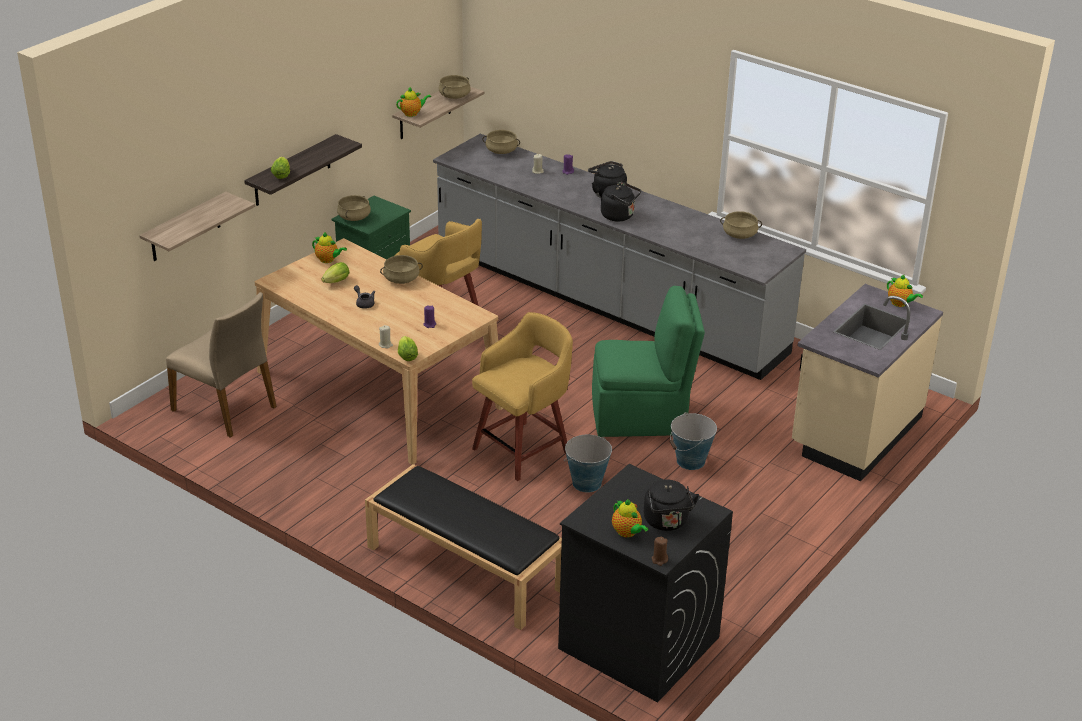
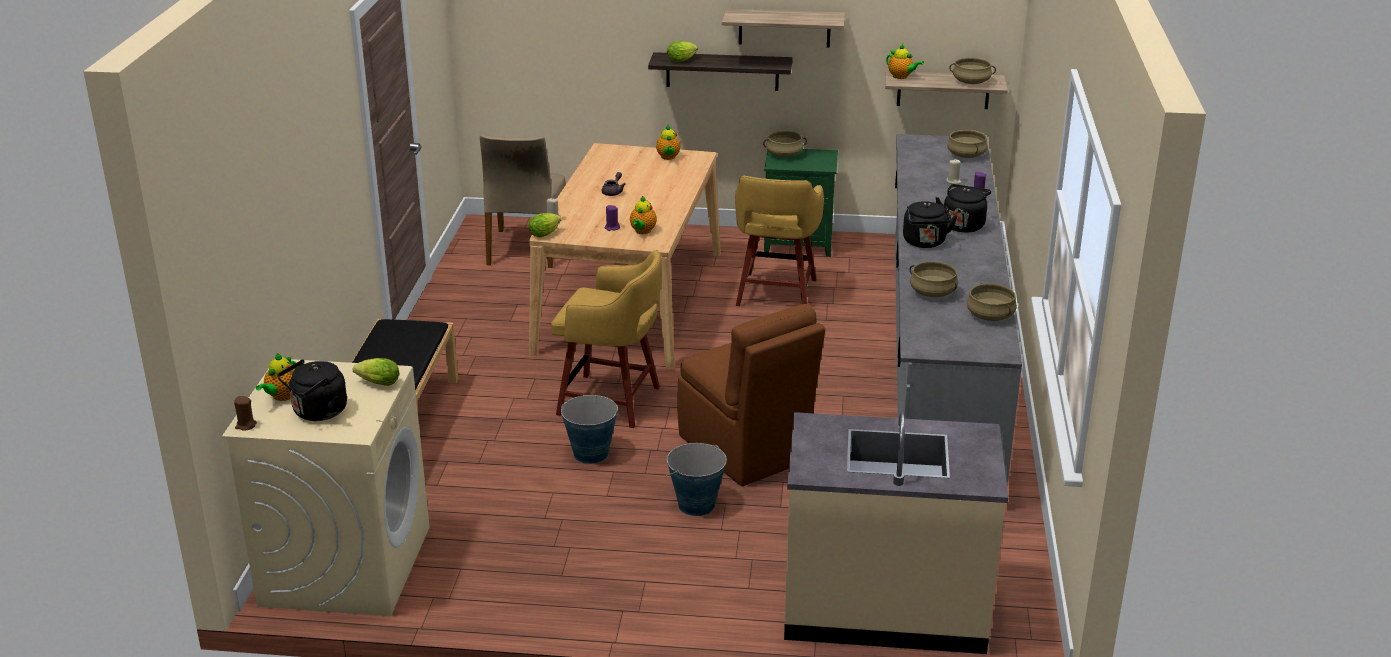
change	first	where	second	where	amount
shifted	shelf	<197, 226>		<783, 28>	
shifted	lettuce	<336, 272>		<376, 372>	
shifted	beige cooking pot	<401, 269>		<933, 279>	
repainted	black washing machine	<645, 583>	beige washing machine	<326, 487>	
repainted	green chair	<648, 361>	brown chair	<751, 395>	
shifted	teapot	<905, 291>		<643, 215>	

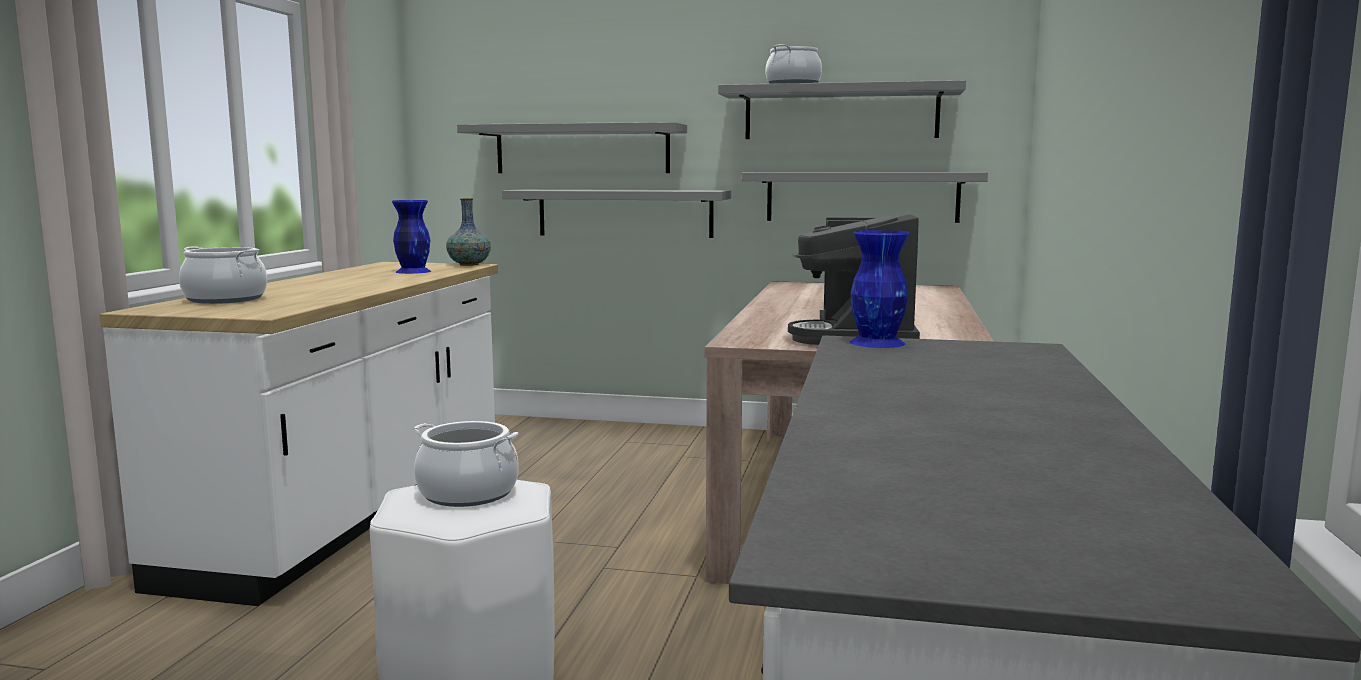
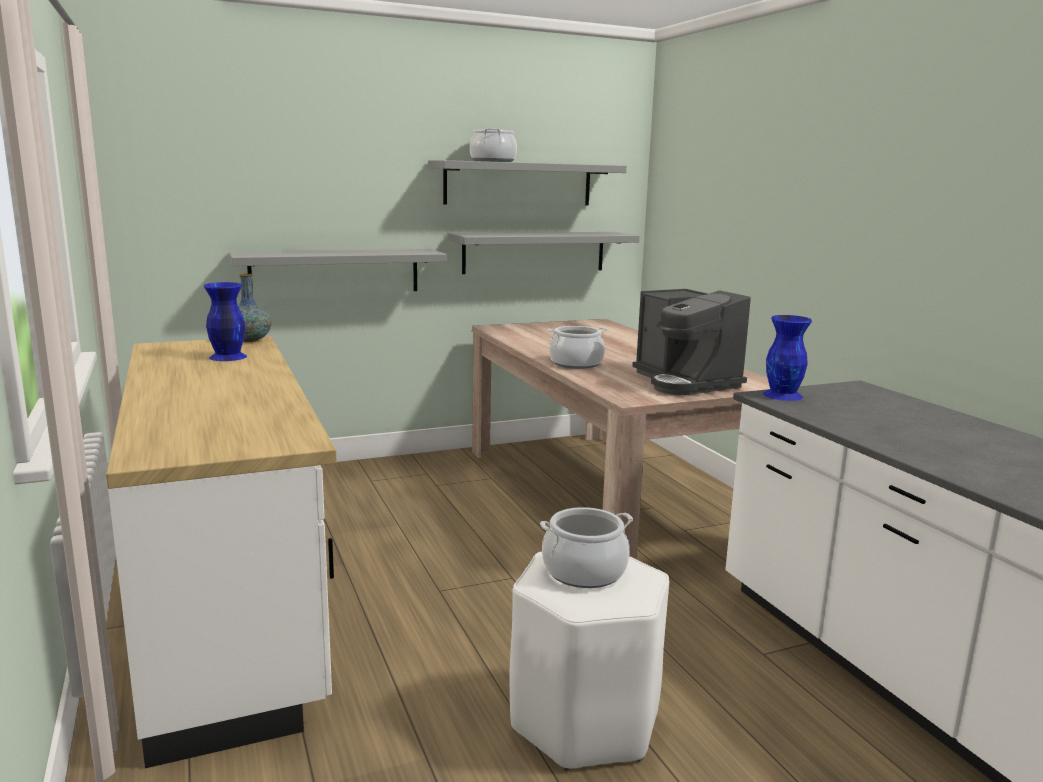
change	first	where	second	where	amount
shifted	cooking pot	<223, 275>		<577, 347>	
gone	grey shelf	<572, 147>			

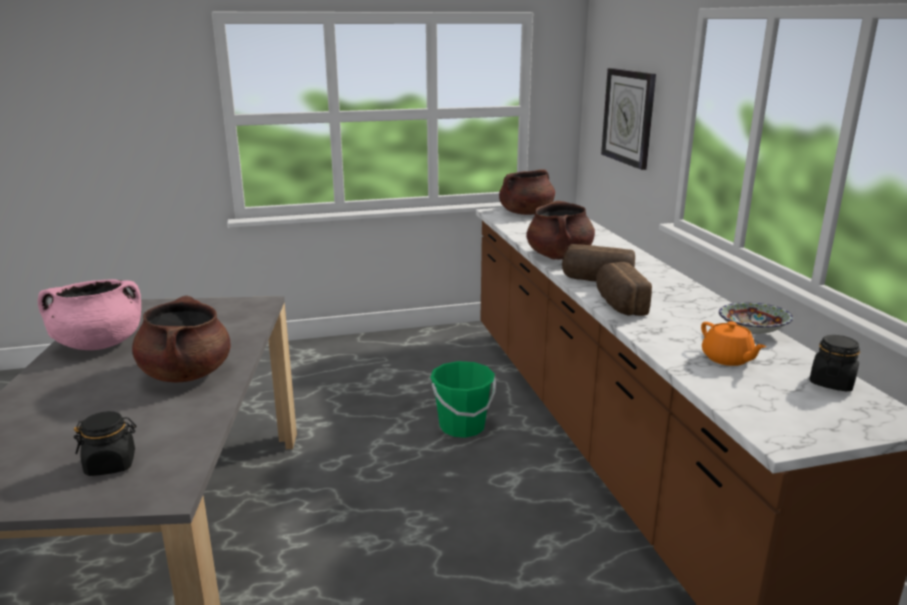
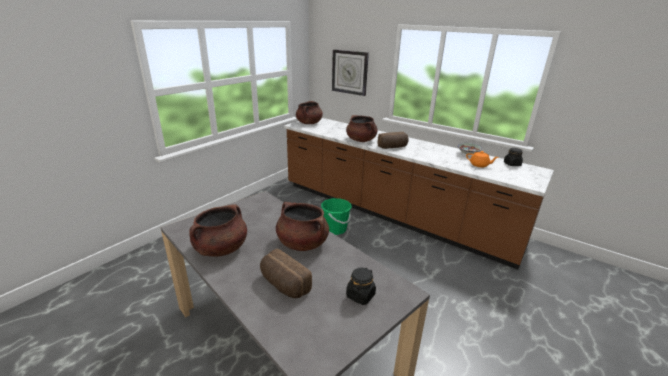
change	first	where	second	where	amount
repainted	pink cooking pot	<89, 314>	brown cooking pot	<218, 230>	
shifted	bread	<624, 289>		<286, 273>	

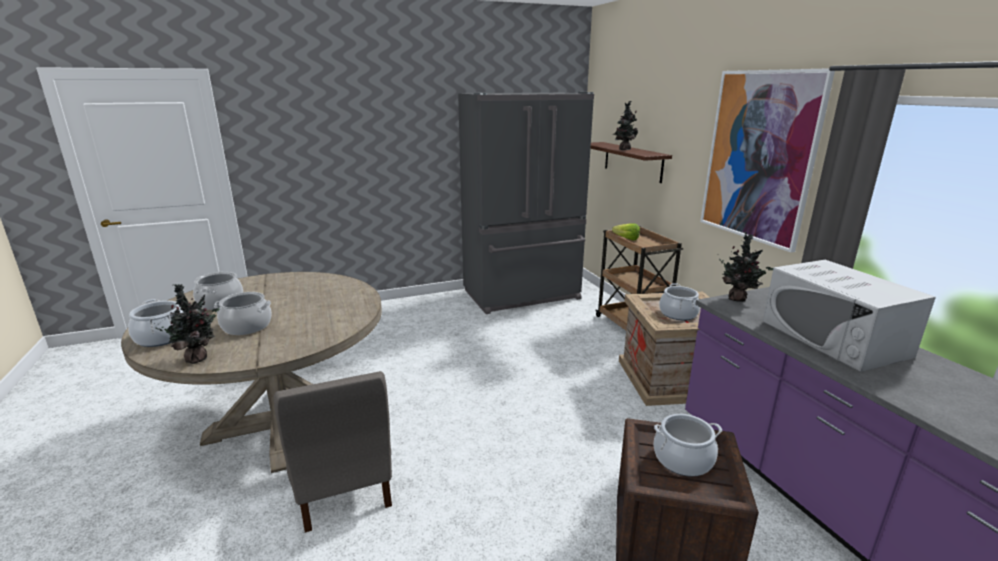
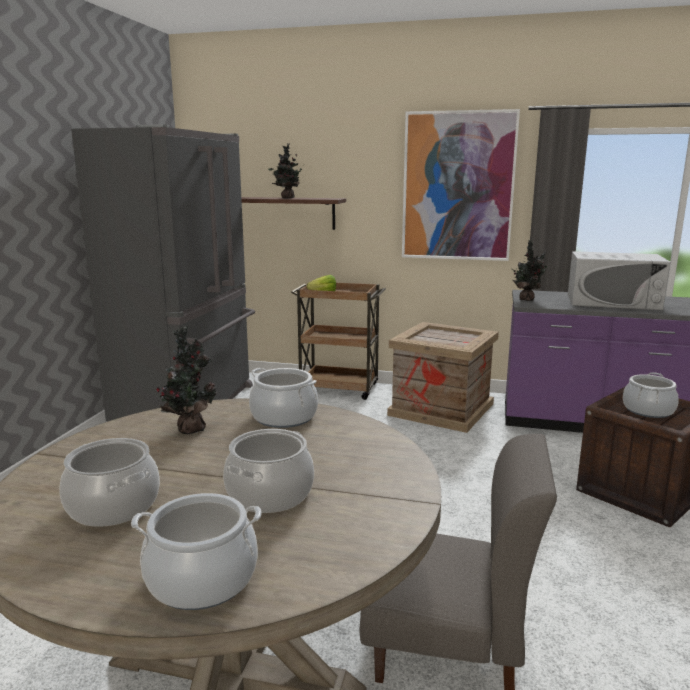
change	first	where	second	where	amount
shifted	potted plant	<187, 324>		<186, 380>	
shifted	cooking pot	<679, 301>		<283, 398>	

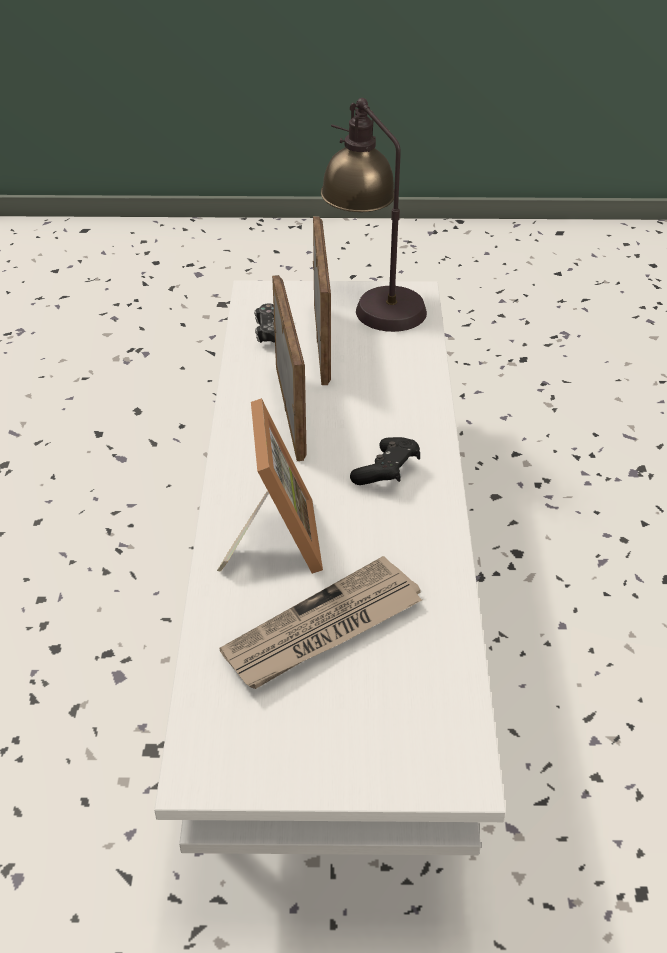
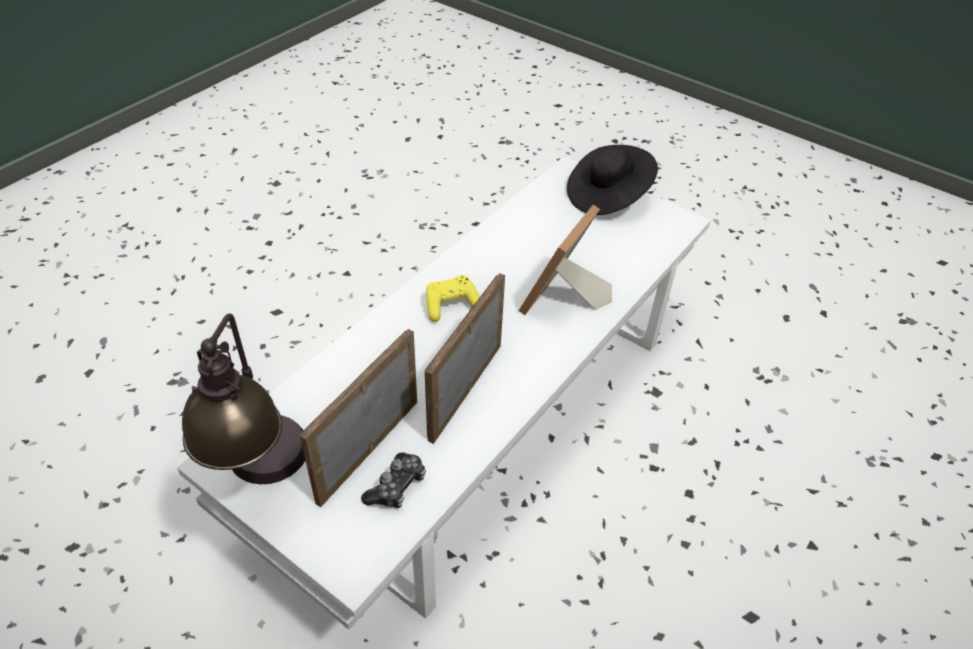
change	first	where	second	where	amount
gone	newspaper	<320, 622>			
repainted	black game controller	<385, 461>	yellow game controller	<453, 298>	
new			black hat	<612, 180>	

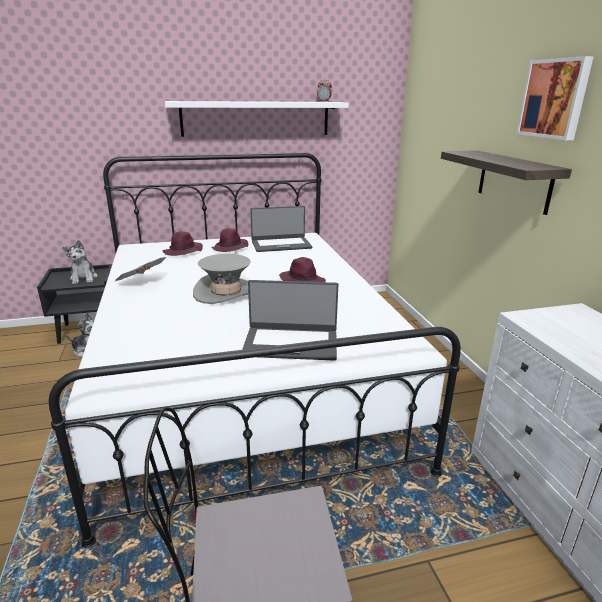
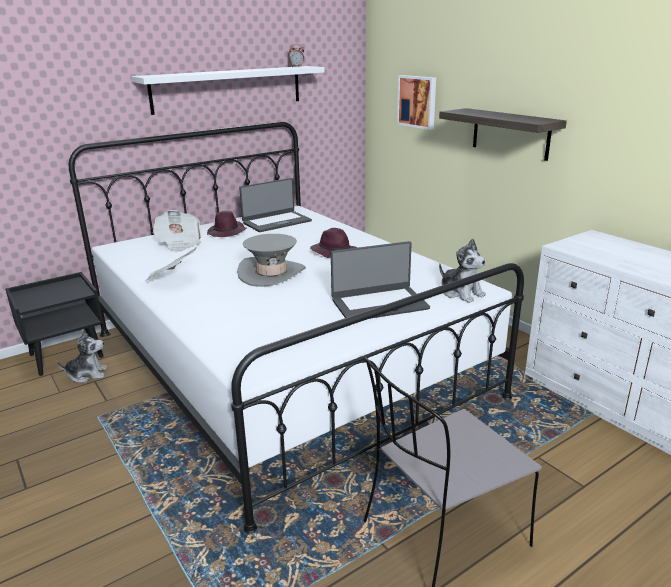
change	first	where	second	where	amount
shifted	plush toy	<80, 262>		<462, 270>	
swapped	purple hat	<182, 243>	newspaper	<177, 231>	
shifted	picture	<555, 98>		<416, 102>	

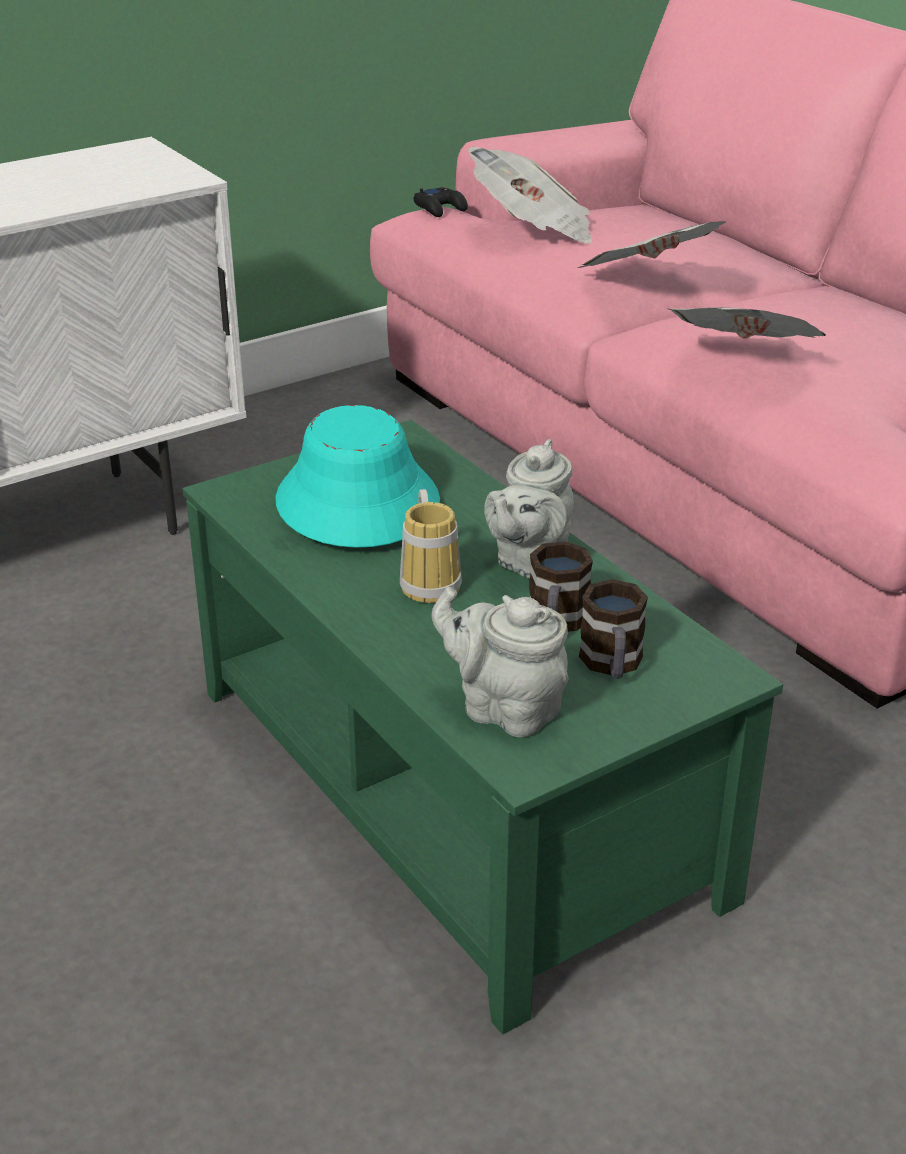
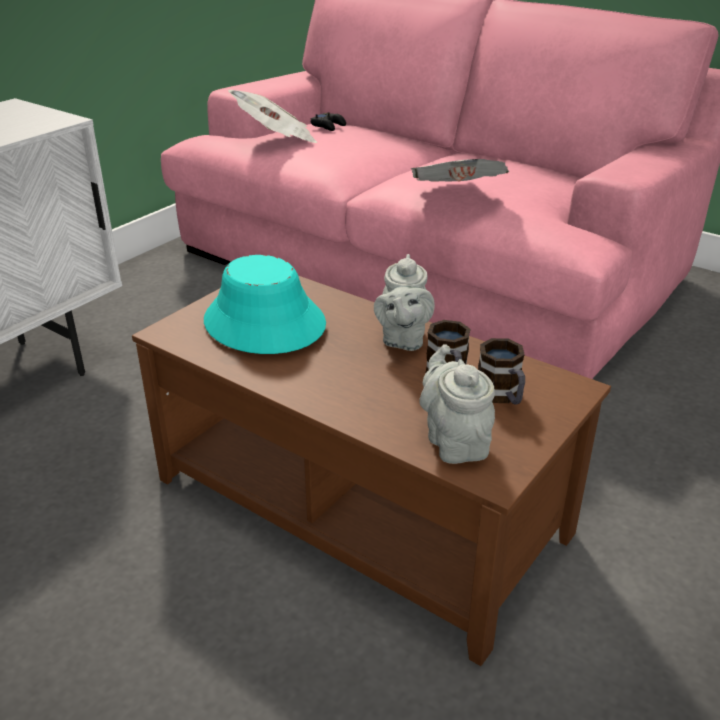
change	first	where	second	where	amount
repainted	green coffee table	<482, 727>	brown coffee table	<371, 470>	
gone	mug	<431, 546>			
shifted	black game controller	<441, 202>		<328, 121>	
rotated	grey teapot	<500, 662>		<457, 404>	60 degrees clockwise
gone	newspaper	<651, 244>			

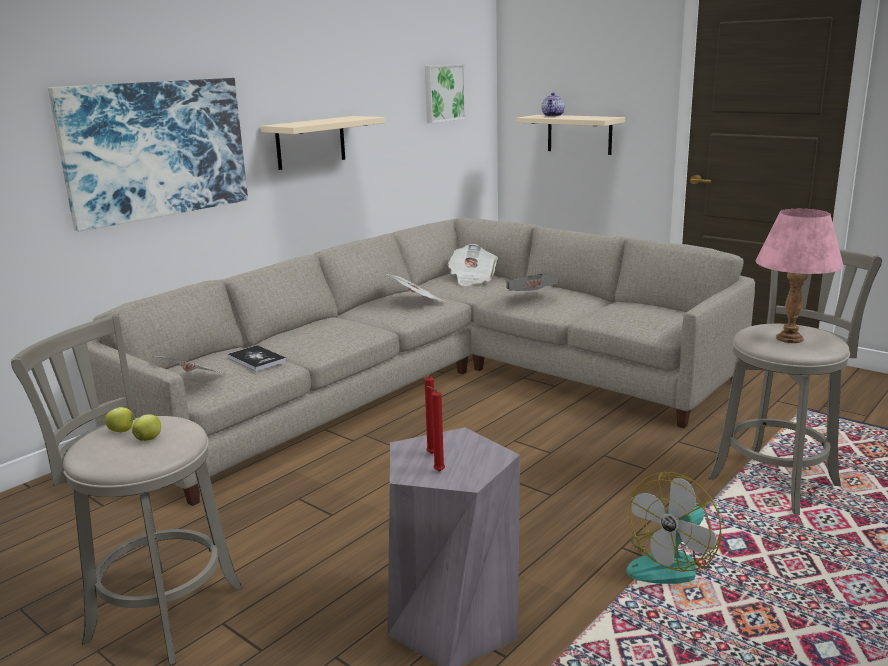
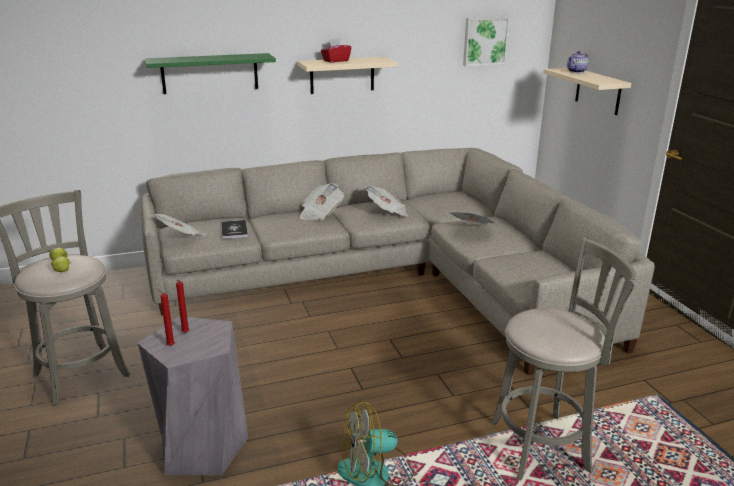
change	first	where	second	where	amount
swapped	picture	<148, 154>	green shelf	<210, 73>	
shifted	newspaper	<473, 265>		<321, 201>	
gone	pink table lamp	<800, 276>			
new			red tissue box	<336, 50>	

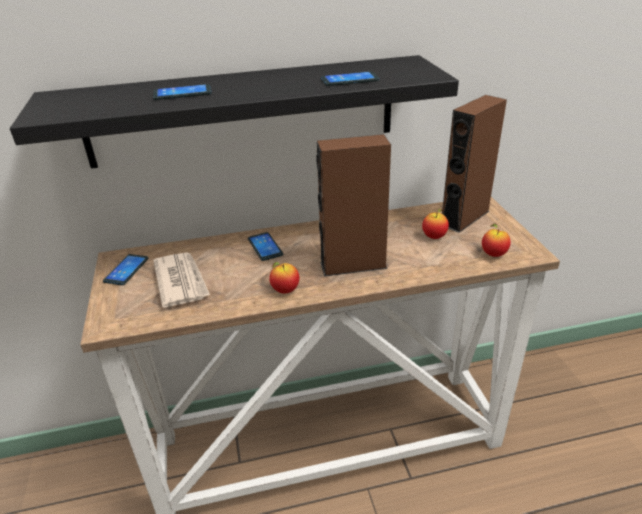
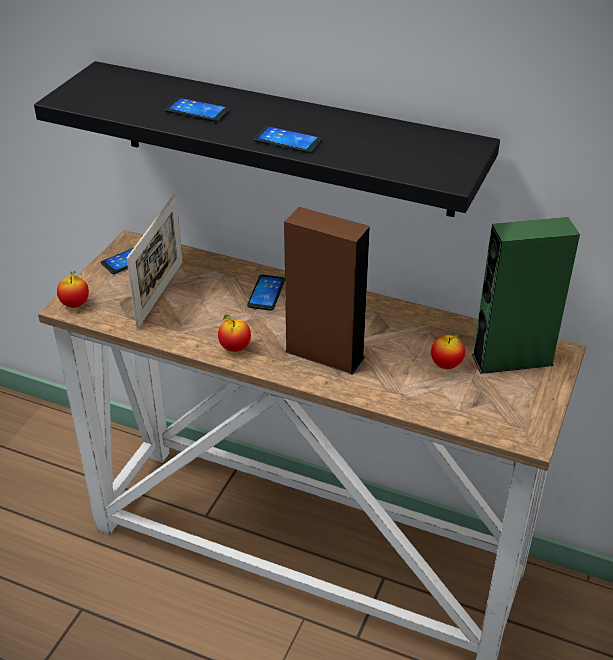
change	first	where	second	where	amount
swapped	newspaper	<181, 280>	picture frame	<154, 261>	
shifted	phone	<350, 79>		<288, 139>	
repainted	brown speaker	<474, 164>	green speaker	<526, 295>	
shifted	apple	<496, 240>		<73, 289>	

